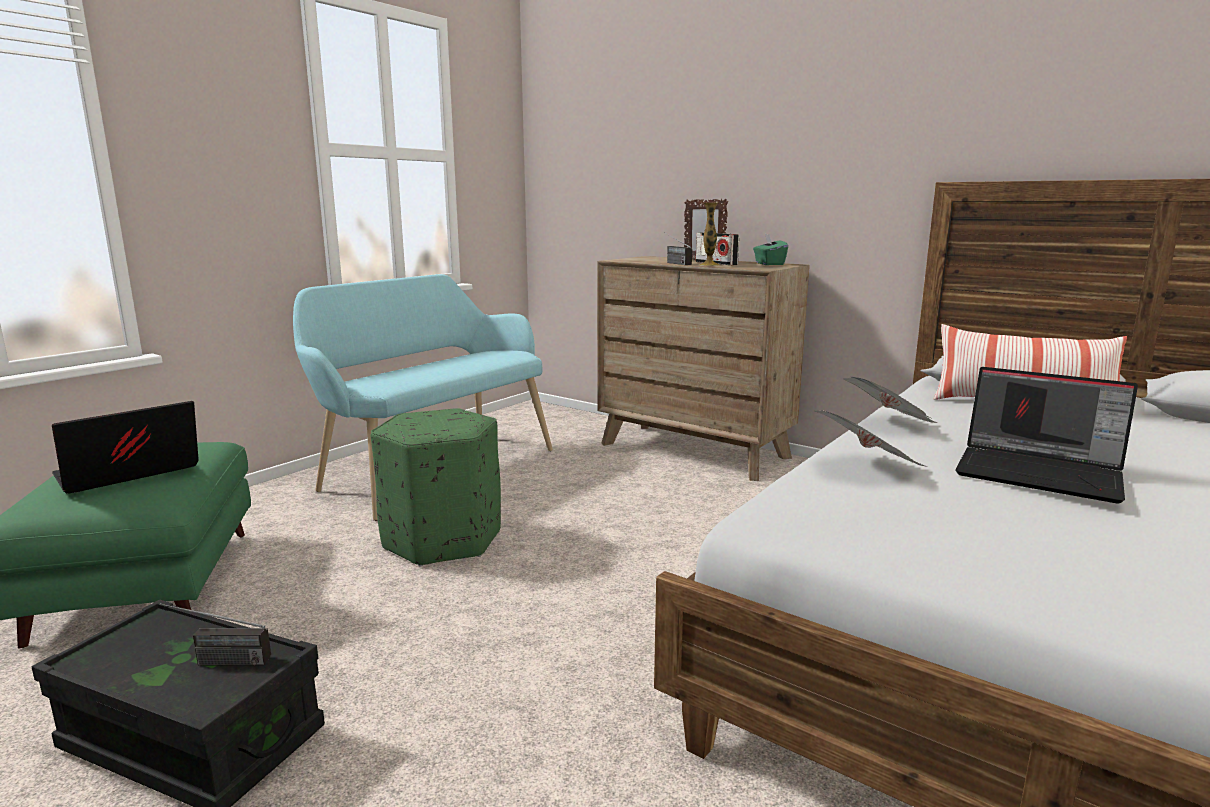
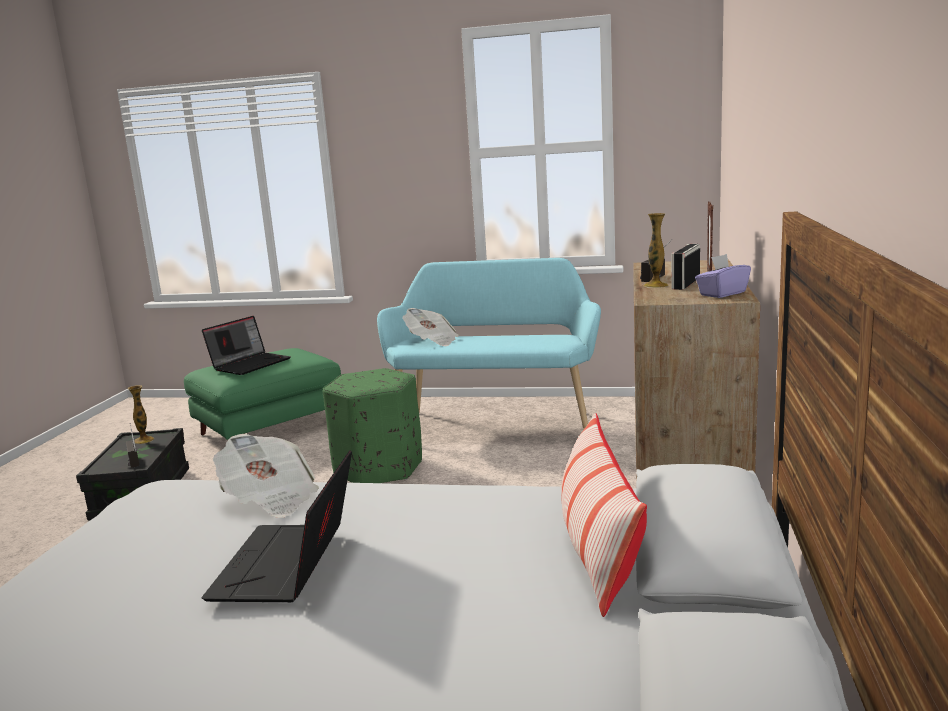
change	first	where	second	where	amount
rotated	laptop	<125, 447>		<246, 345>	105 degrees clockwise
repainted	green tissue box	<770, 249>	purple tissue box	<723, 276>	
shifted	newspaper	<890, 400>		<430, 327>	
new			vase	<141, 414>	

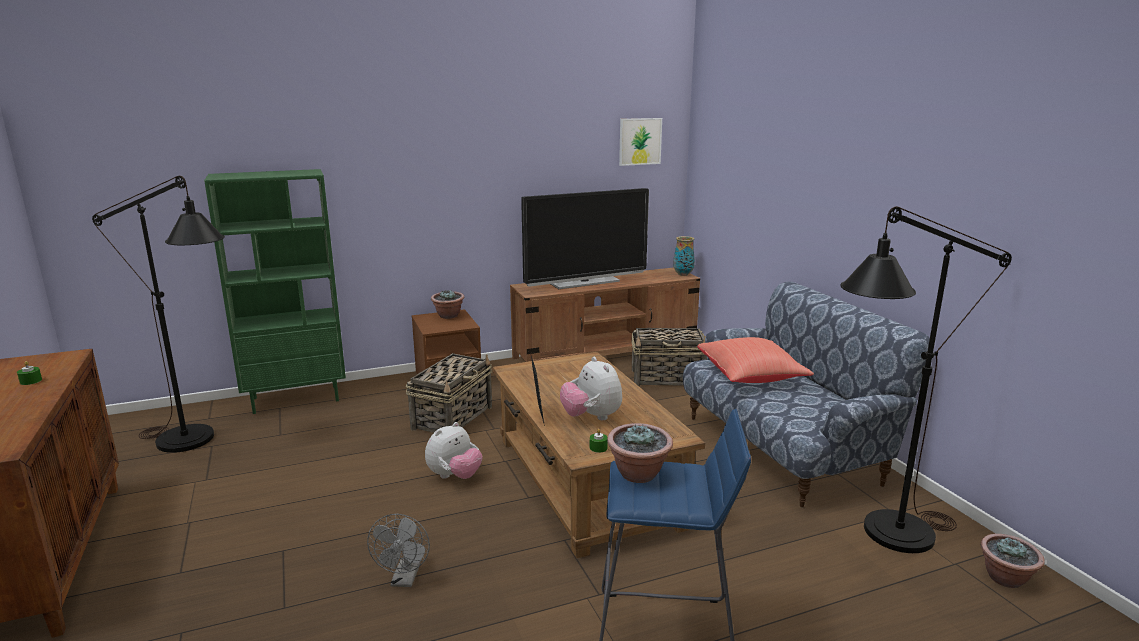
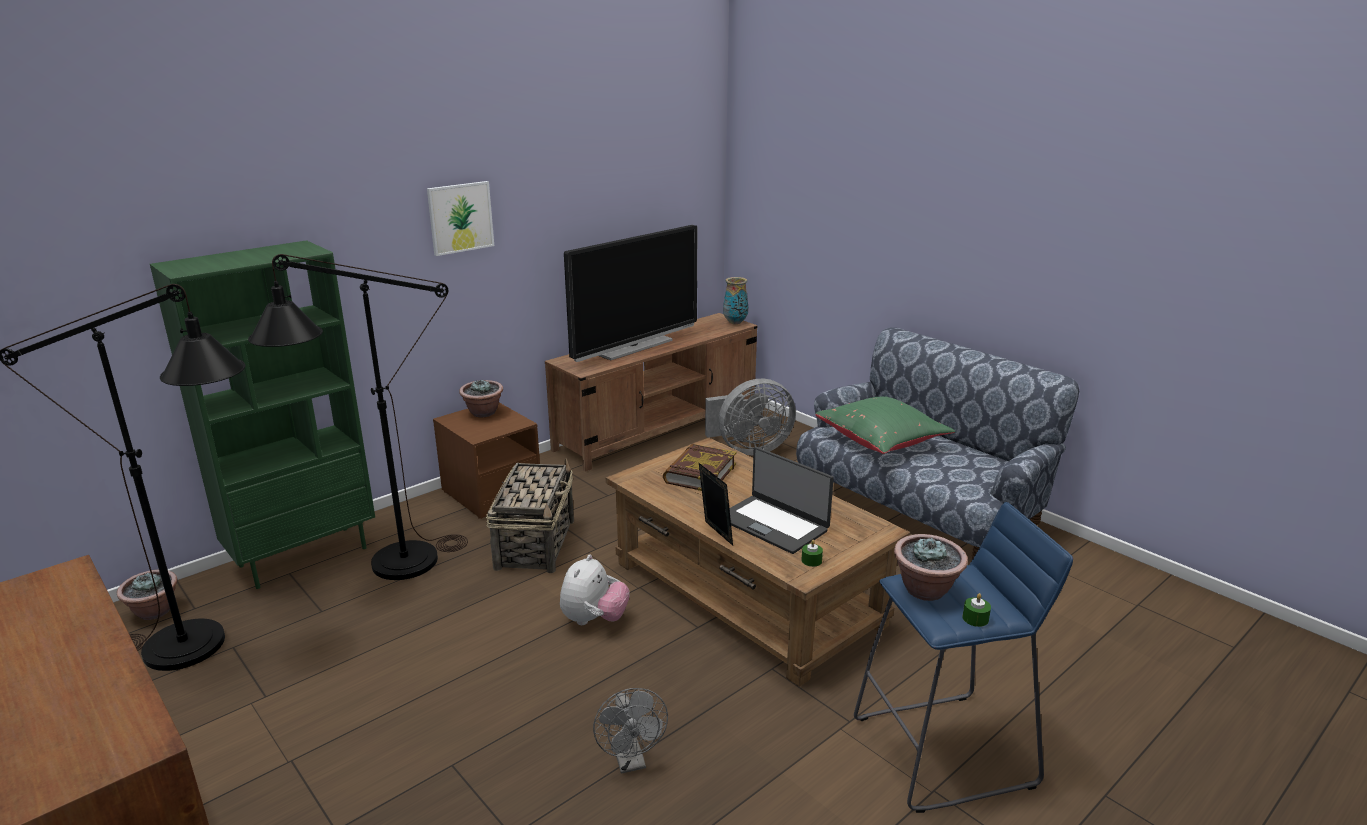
change	first	where	second	where	amount
shifted	green candle	<29, 373>		<976, 610>	
swapped	plush toy	<591, 388>	laptop	<781, 500>	
shifted	picture	<640, 142>		<460, 218>	
swapped	basket	<669, 357>	grey fan	<750, 417>	
repainted	red pillow	<755, 360>	green pillow	<885, 425>	
shifted	black floor lamp	<926, 379>		<358, 417>	
shifted	potted plant	<1013, 561>		<147, 595>	
new			book	<699, 467>	

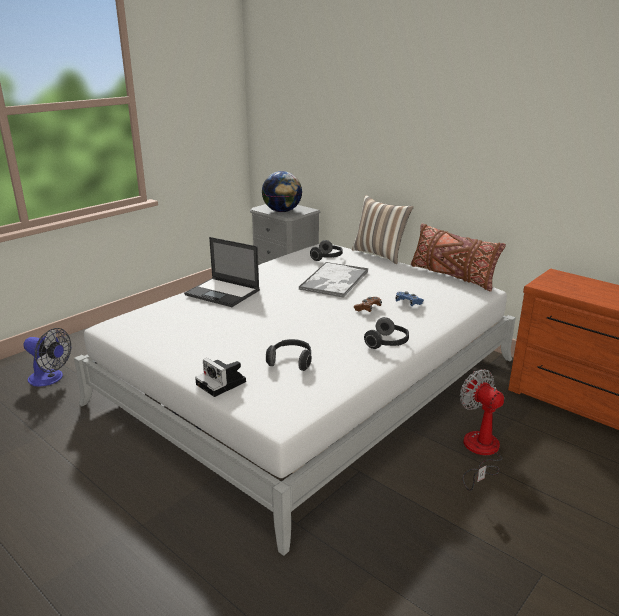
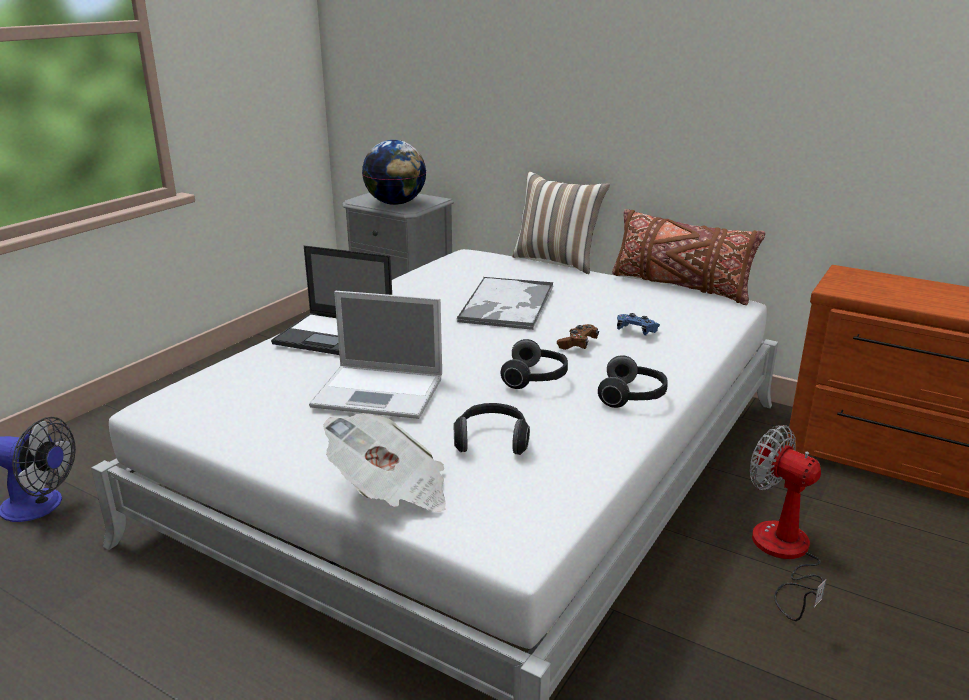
change	first	where	second	where	amount
swapped	photo camera	<220, 377>	newspaper	<384, 463>	
shifted	headphones	<326, 250>		<534, 364>	
new			laptop	<375, 355>	

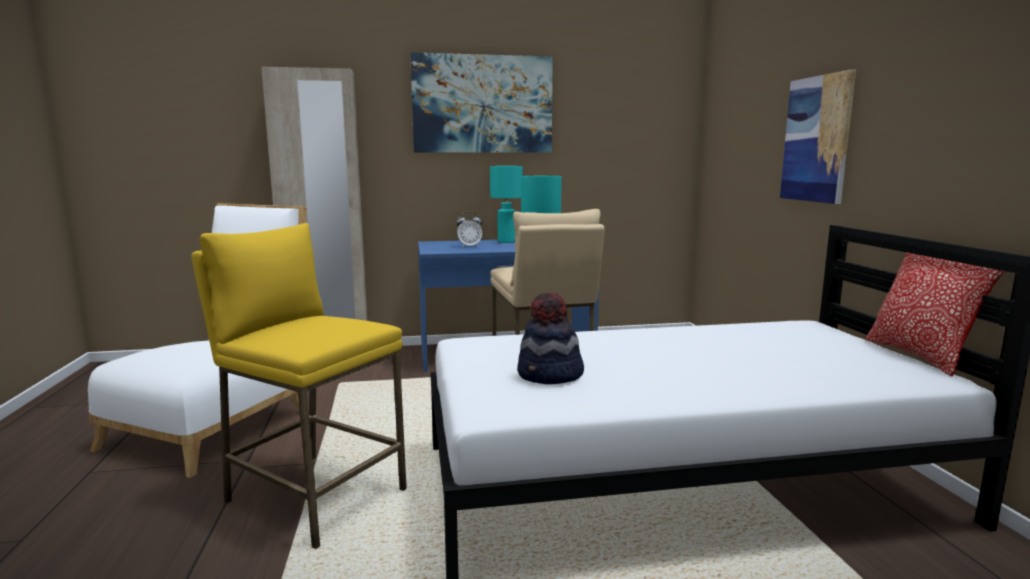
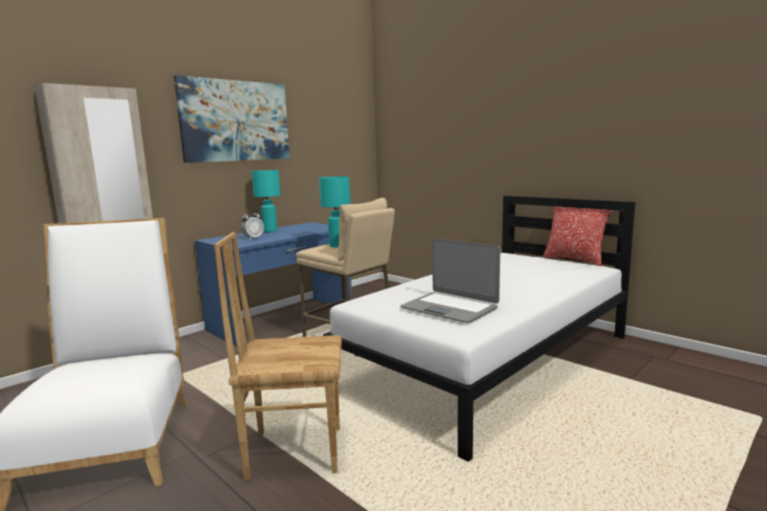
change	first	where	second	where	amount
swapped	yellow stool	<299, 386>	brown chair	<278, 356>	
swapped	hat	<550, 338>	laptop	<450, 280>	
gone	picture	<818, 136>			

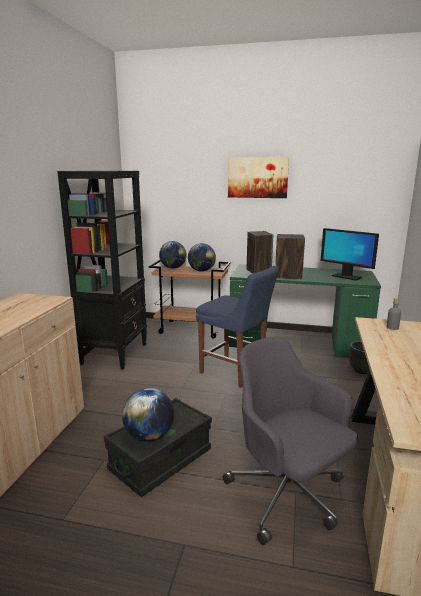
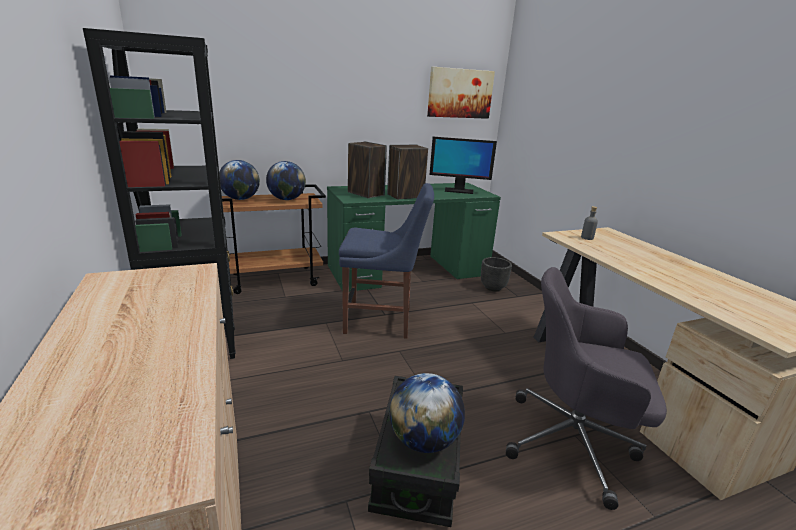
change	first	where	second	where	amount
shifted	picture	<258, 177>		<461, 93>	

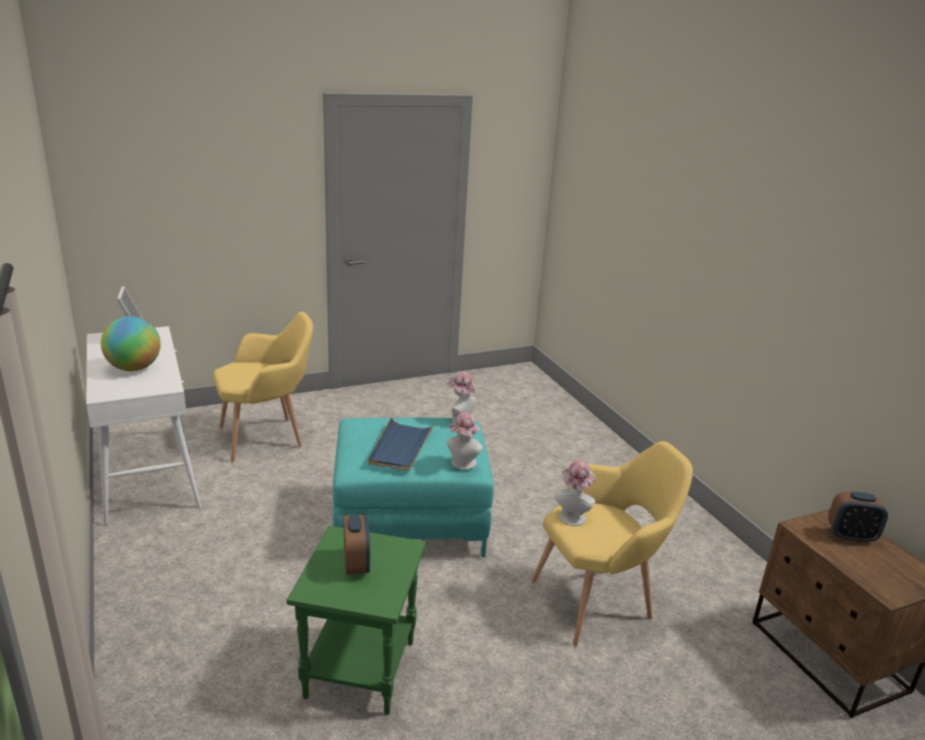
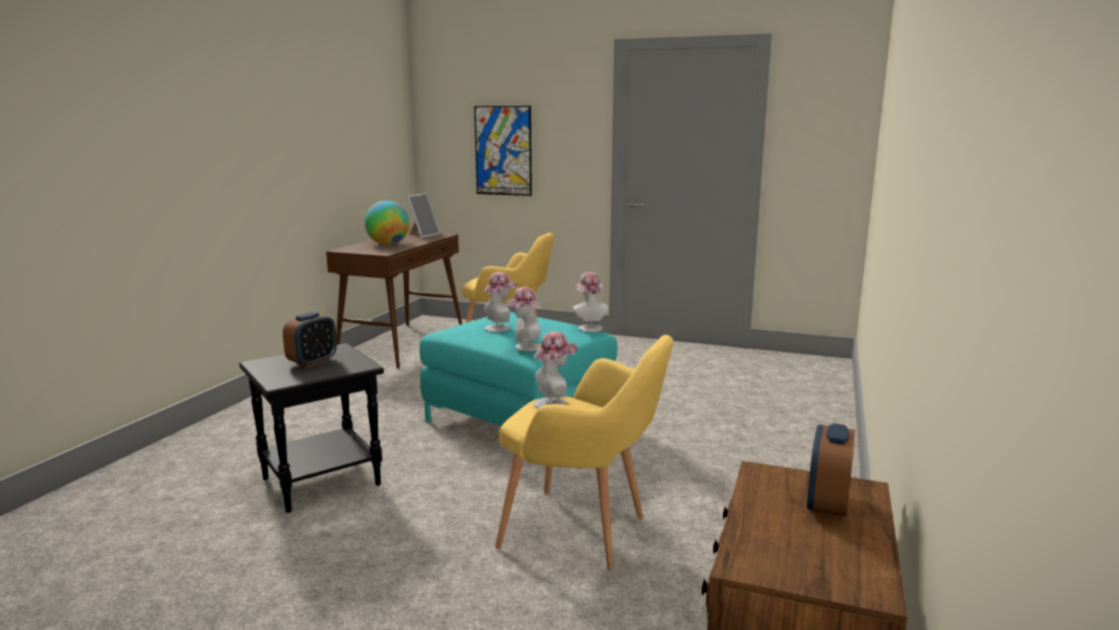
change	first	where	second	where	amount
repainted	white console table	<143, 425>	brown console table	<394, 300>	
repainted	green side table	<356, 620>	black side table	<311, 428>	
swapped	blue tray	<401, 444>	hat	<500, 302>	
rotated	alarm clock	<858, 517>		<831, 471>	60 degrees clockwise
new			picture	<503, 151>	

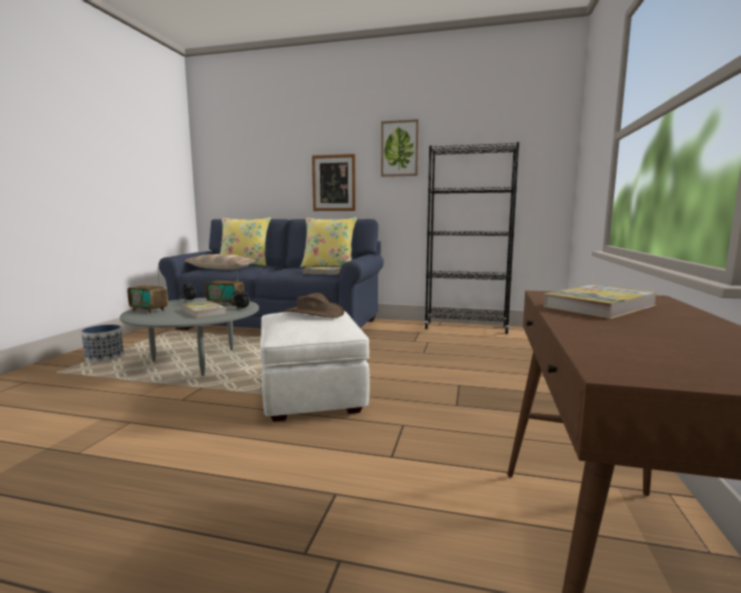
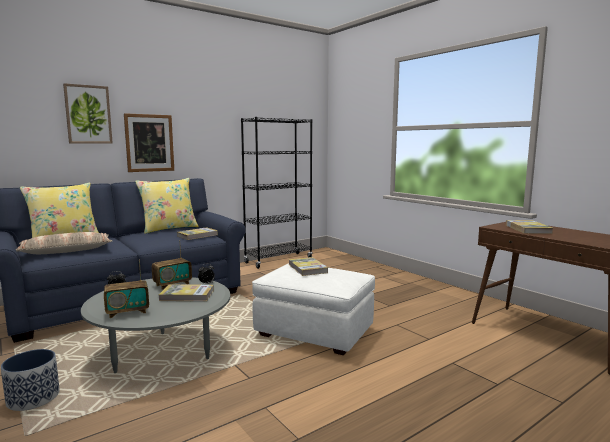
change	first	where	second	where	amount
swapped	brown hat	<313, 305>	book	<308, 266>	
shifted	picture	<400, 148>		<88, 113>	

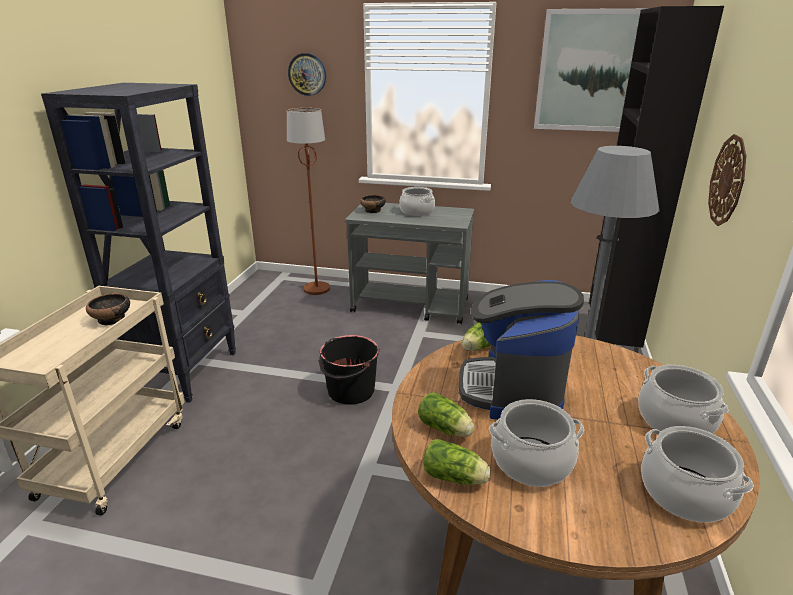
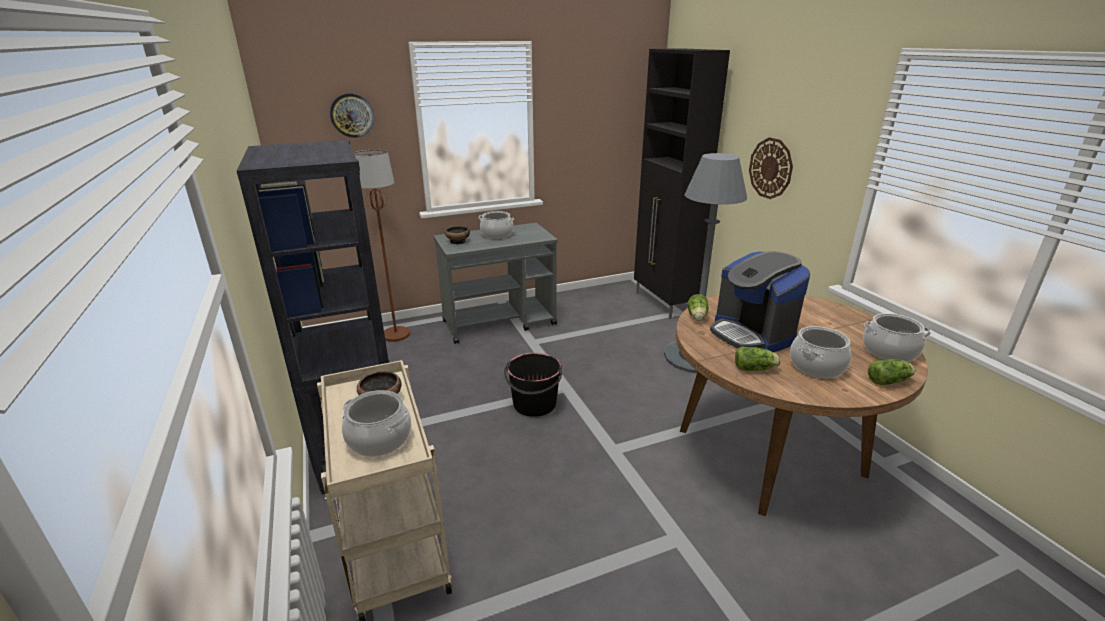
change	first	where	second	where	amount
shifted	lettuce	<457, 462>		<891, 372>	
gone	picture	<591, 70>			
shifted	cooking pot	<683, 399>		<376, 423>	

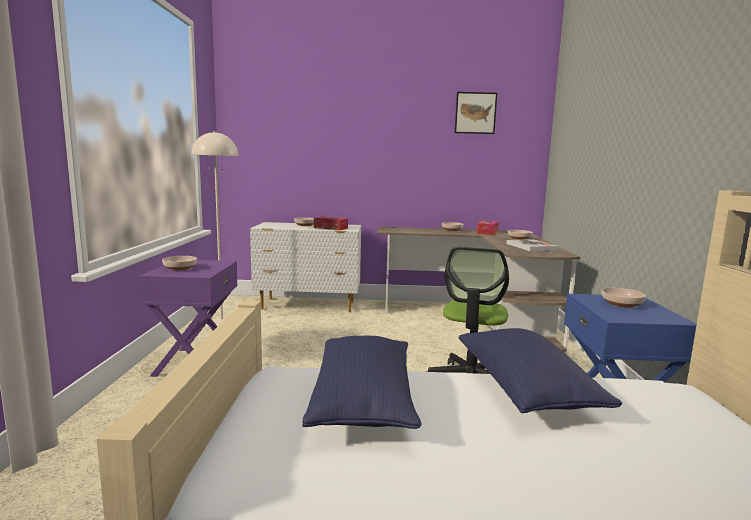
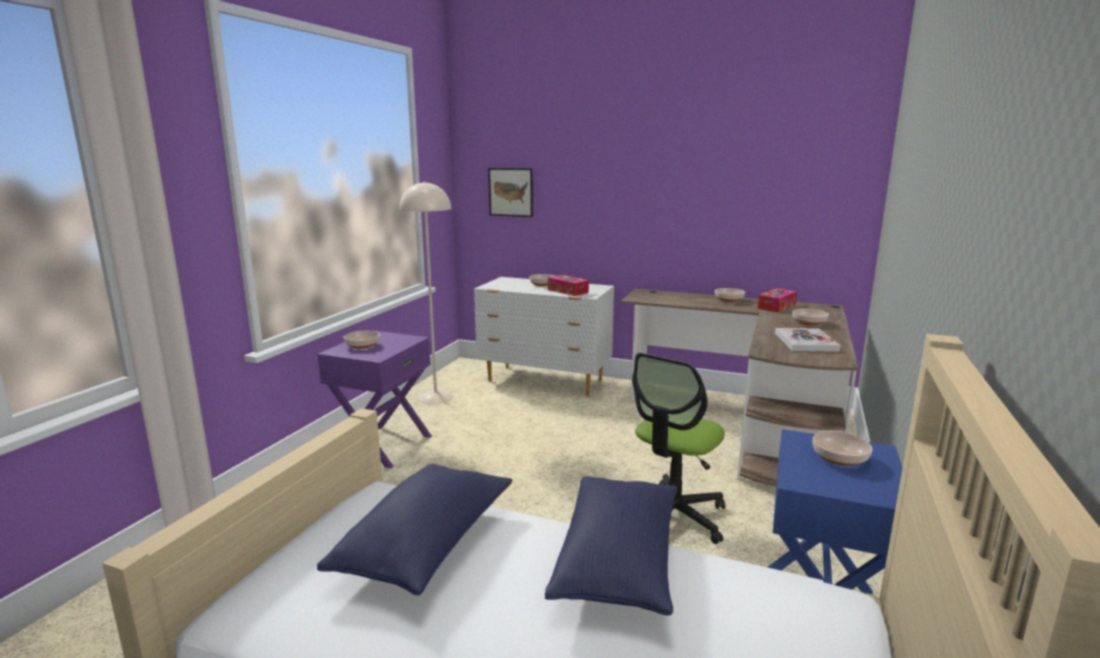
change	first	where	second	where	amount
shifted	picture	<476, 113>		<510, 192>	

